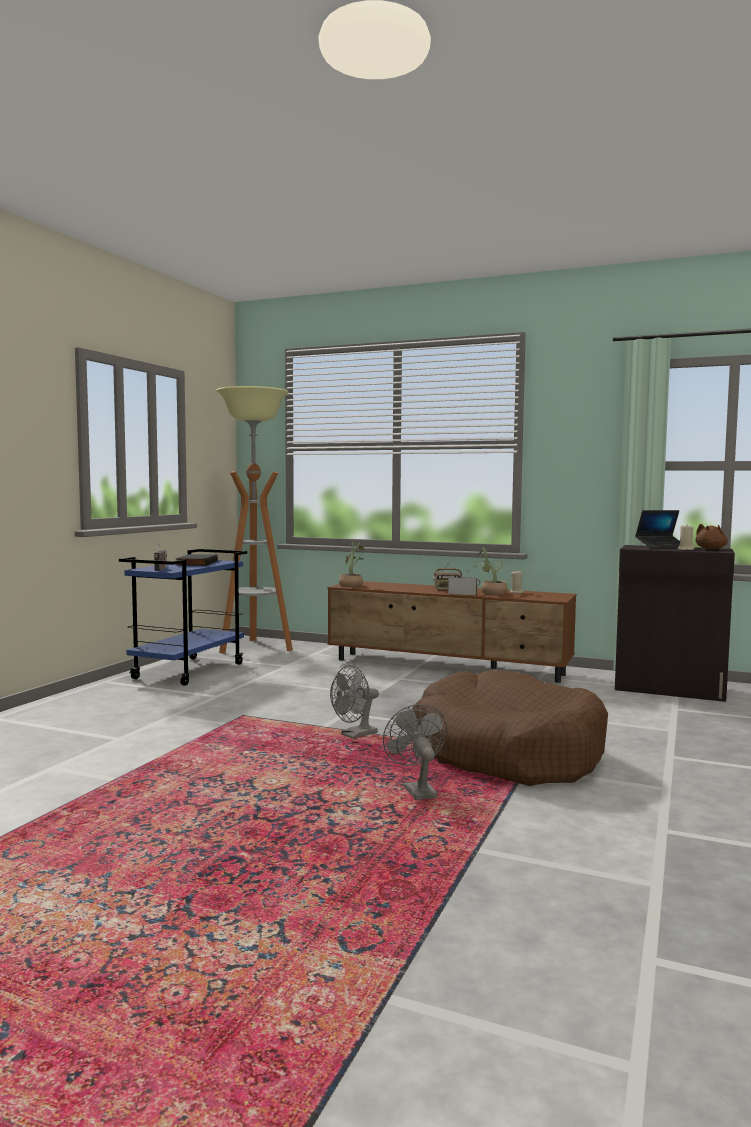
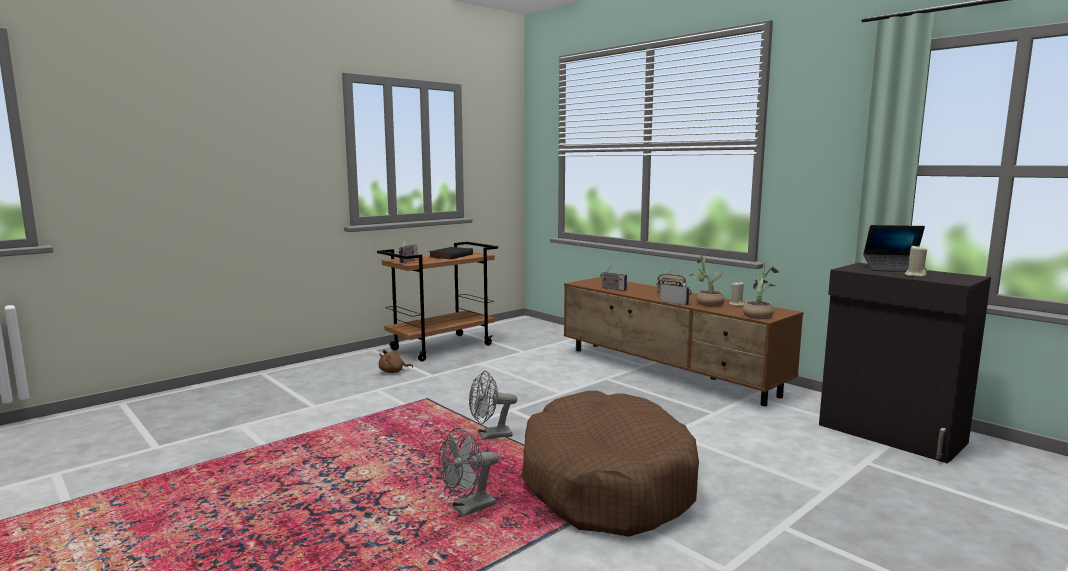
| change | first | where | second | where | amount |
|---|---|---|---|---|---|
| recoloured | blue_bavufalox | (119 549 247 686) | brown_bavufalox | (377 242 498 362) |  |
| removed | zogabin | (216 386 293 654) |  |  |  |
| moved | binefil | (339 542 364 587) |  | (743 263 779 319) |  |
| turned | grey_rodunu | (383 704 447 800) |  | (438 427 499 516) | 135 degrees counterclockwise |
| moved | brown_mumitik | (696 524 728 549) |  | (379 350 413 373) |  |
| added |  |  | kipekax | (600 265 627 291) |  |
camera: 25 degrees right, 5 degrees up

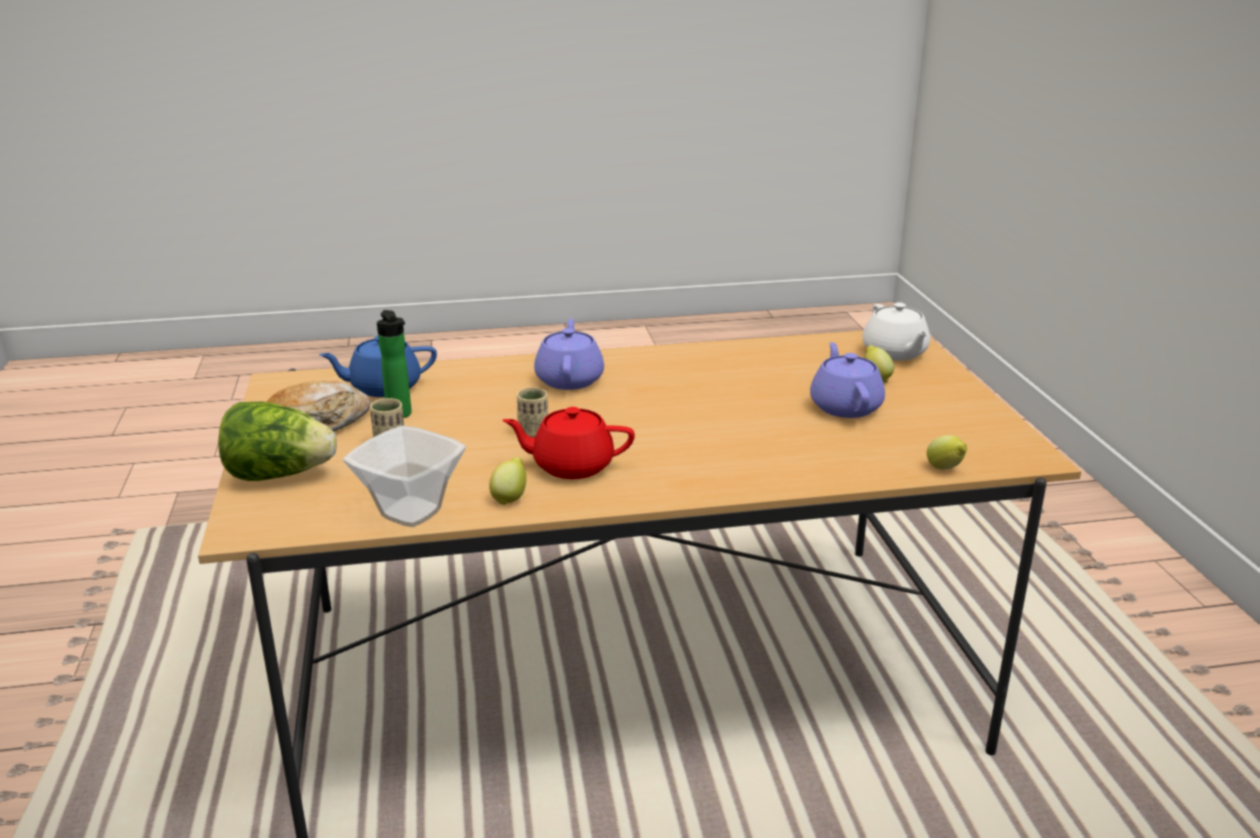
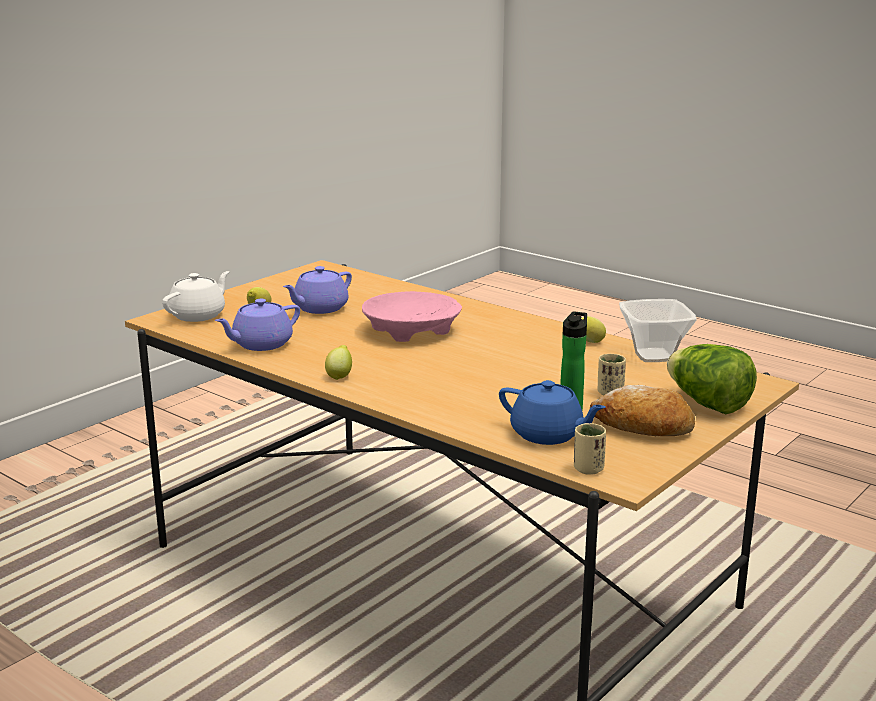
| change | first | where | second | where | amount |
|---|---|---|---|---|---|
| removed | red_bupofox | (502 407 635 479) |  |  |  |
| moved | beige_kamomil | (517 387 548 438) |  | (574 423 606 475) |  |
| moved | purple_bupofox | (534 319 604 390) |  | (215 298 300 351) |  |
| moved | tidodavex | (927 435 967 470) |  | (325 345 352 380) |  |
| added |  |  | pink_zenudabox | (362 291 462 342) |  |
camera: 130 degrees left, 5 degrees down

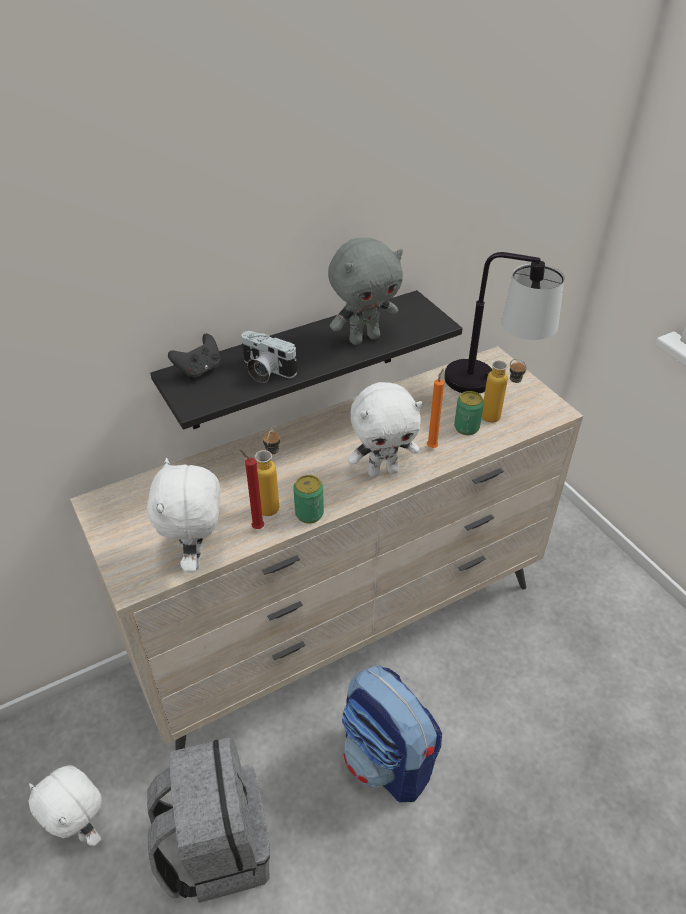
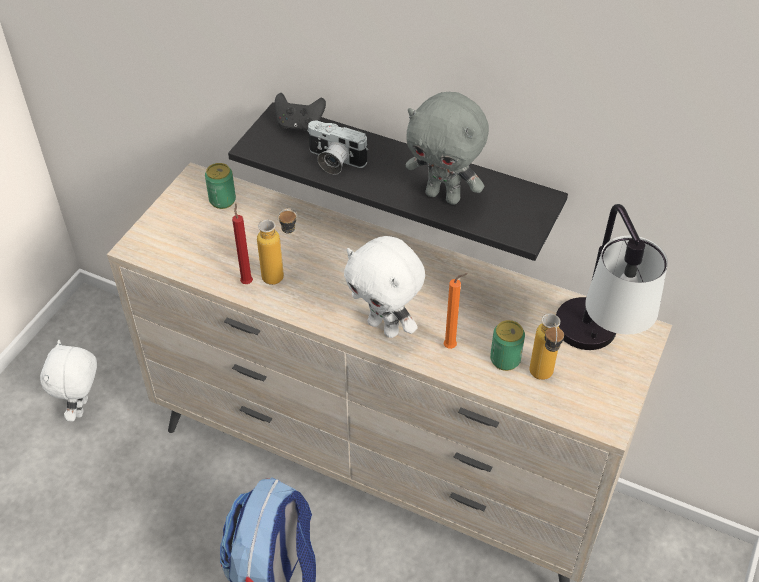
| change | first | where | second | where | amount |
|---|---|---|---|---|---|
| removed | white_mumitik | (147 458 220 573) |  |  |  |
| removed | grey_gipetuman | (147 738 270 903) |  |  |  |
| turned | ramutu | (241 331 297 383) |  | (307 121 369 175) | 60 degrees counterclockwise |
| moved | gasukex | (293 475 324 524) |  | (205 163 236 209) |  |
camera: 55 degrees right, 5 degrees up

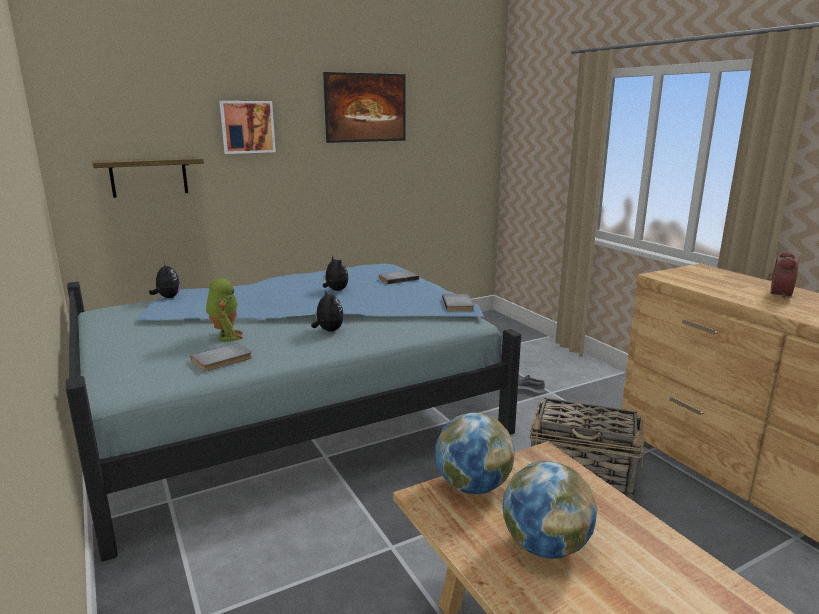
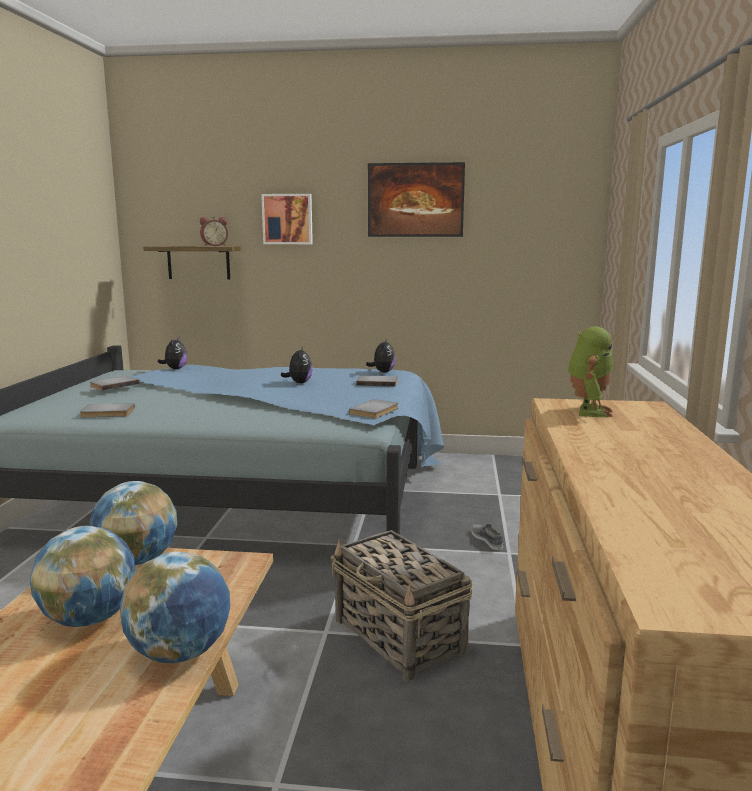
| change | first | where | second | where | amount |
|---|---|---|---|---|---|
| moved | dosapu | (206 278 243 342) |  | (568 327 613 417) |  |
| moved | mumitik | (311 290 344 332) |  | (366 339 395 372) |  |
| moved | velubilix | (768 251 799 299) |  | (200 217 228 246) |  |
| added |  |  | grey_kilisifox | (90 376 140 391) |  |
| added |  |  | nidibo | (120 552 230 663) |  |
camera: 35 degrees right, 5 degrees down

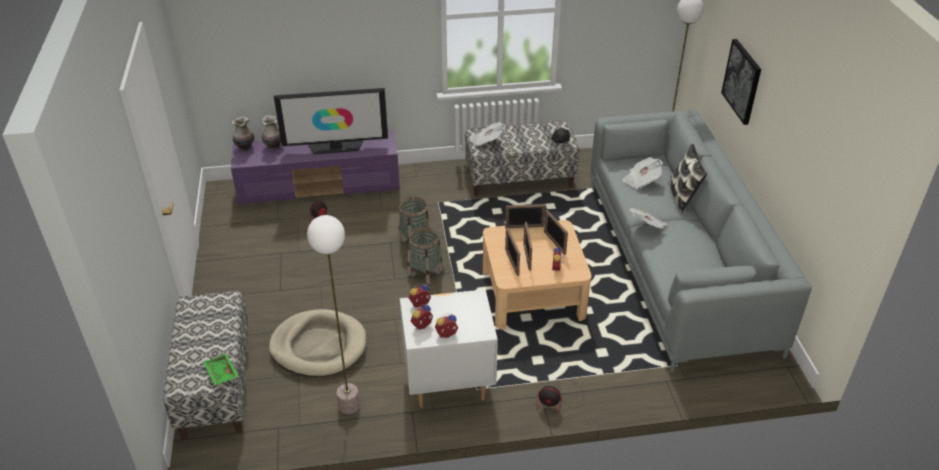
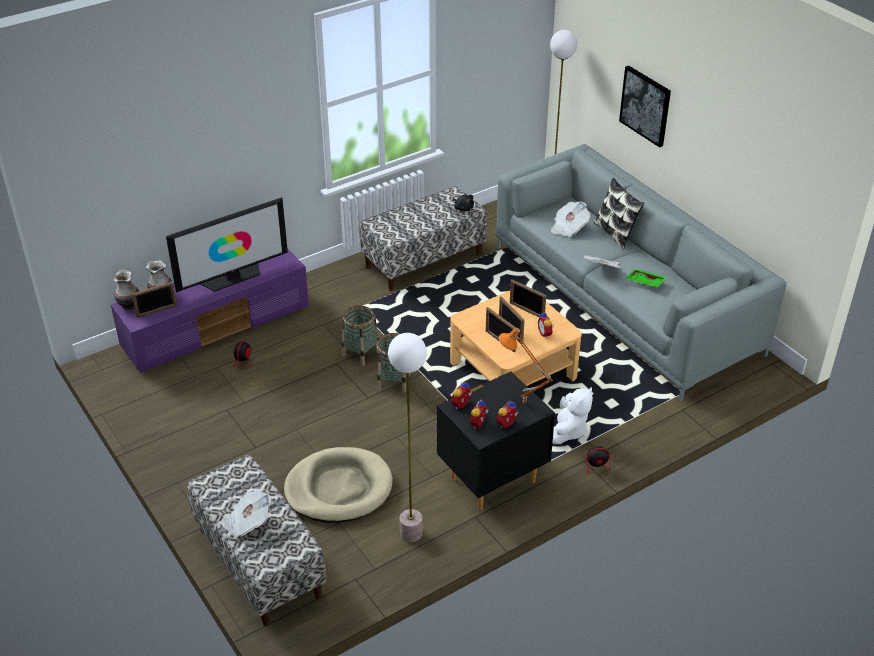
| change | first | where | second | where | amount |
|---|---|---|---|---|---|
| moved | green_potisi | (203 353 239 385) |  | (625 269 667 288) |  |
| recoloured | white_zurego | (400 289 498 408) | black_zurego | (437 371 555 511) |  |
| moved | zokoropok | (471 122 505 147) |  | (221 489 271 539) |  |
| moved | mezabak | (505 204 546 228) |  | (132 282 177 318) |  |
| added |  |  | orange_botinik | (499 328 553 404) |  |
| added |  |  | white_mumitik | (552 387 593 444) |  |
camera: 25 degrees left, 0 degrees up

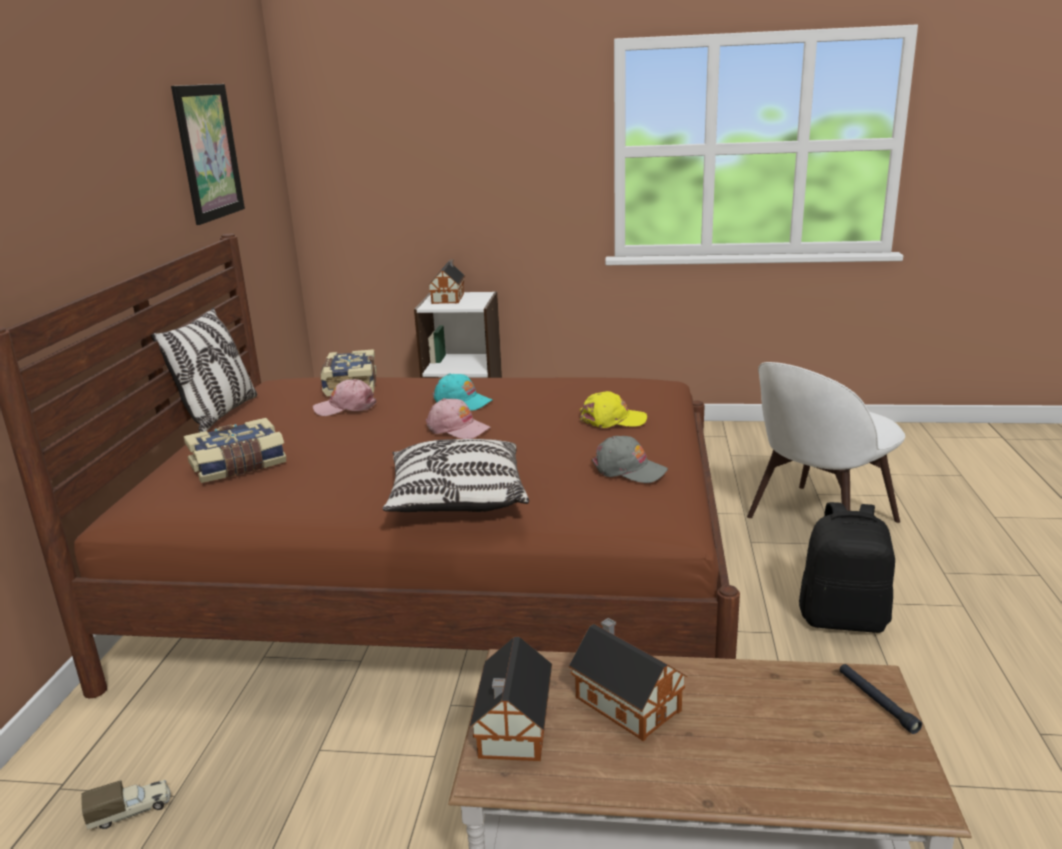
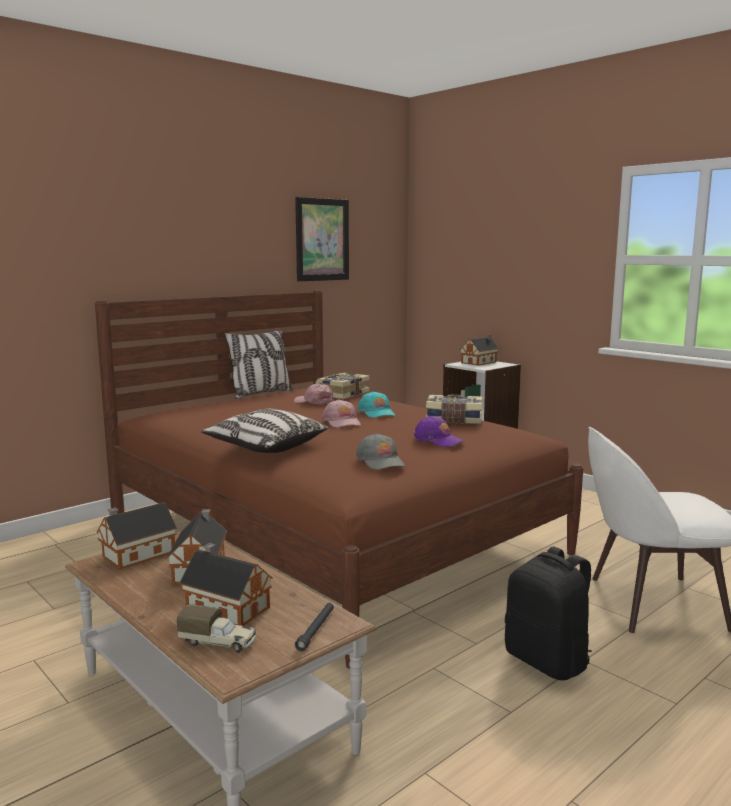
| change | first | where | second | where | amount |
|---|---|---|---|---|---|
| moved | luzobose | (81 780 171 830) |  | (177 604 256 653) |  |
| moved | kilisifox | (184 418 286 483) |  | (426 394 482 424) |  |
| recoloured | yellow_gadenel | (580 391 647 428) | purple_gadenel | (413 416 464 447) |  |
| added |  |  | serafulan | (179 543 273 626) |  |
camera: 40 degrees right, 10 degrees down

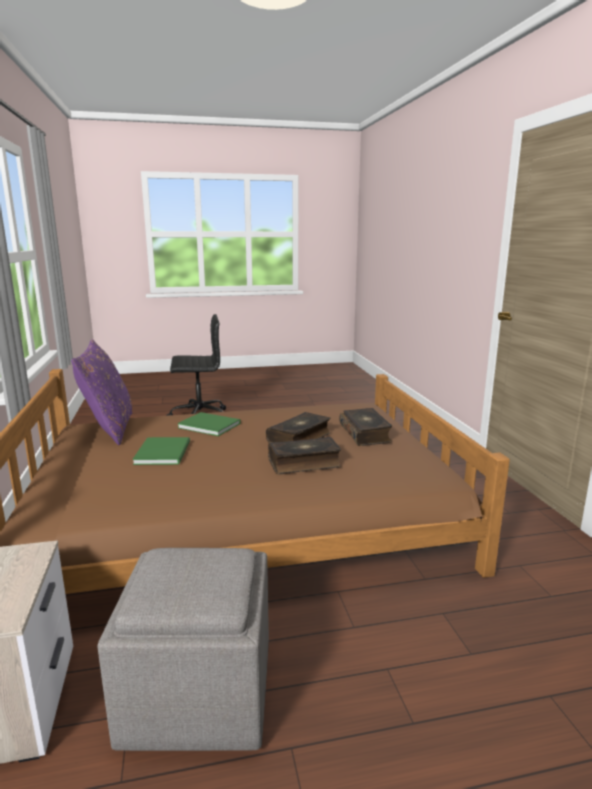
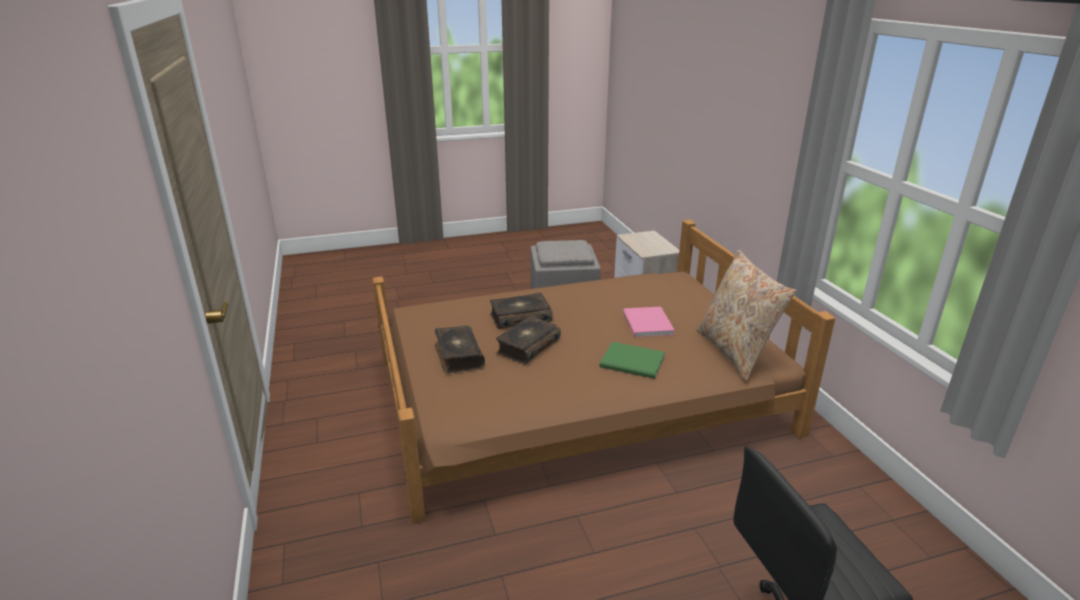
| change | first | where | second | where | amount |
|---|---|---|---|---|---|
| recoloured | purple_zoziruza | (71 339 132 445) | beige_zoziruza | (697 250 796 381) |  |
| recoloured | green_kilisifox | (132 437 190 465) | pink_kilisifox | (623 307 675 337) |  |
camera: 175 degrees right, 10 degrees up

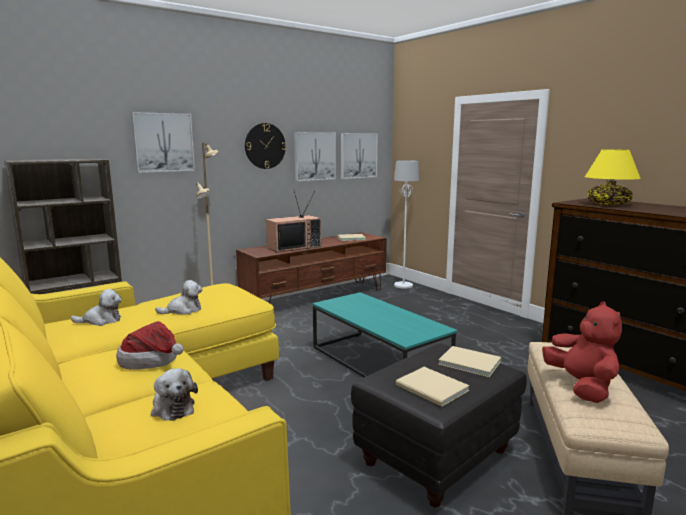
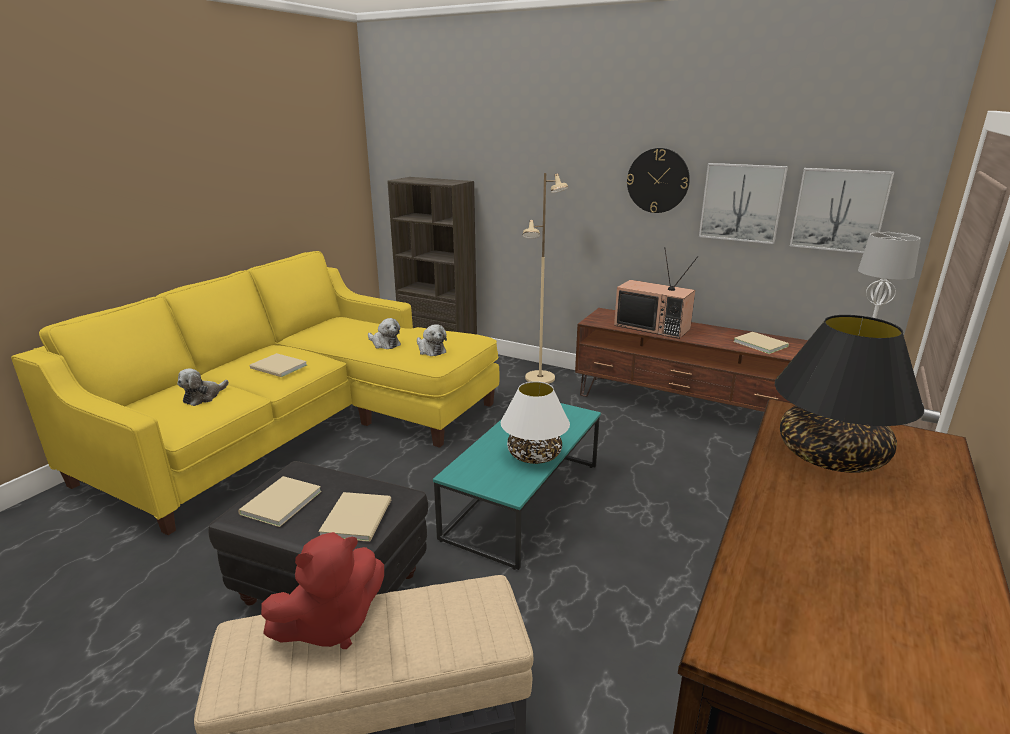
| change | first | where | second | where | amount |
|---|---|---|---|---|---|
| moved | mumitik | (70 289 122 326) |  | (417 324 447 356) |  |
| replaced | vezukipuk | (116 321 184 370) | beige_kilisifox | (250 353 307 377) |  |
| removed | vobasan | (131 112 195 173) |  |  |  |
| recoloured | yellow_botinik | (585 150 641 205) | black_botinik | (775 315 924 473) |  |
| added |  |  | white_botinik | (501 381 570 464) |  |
camera: 65 degrees right, 10 degrees up

